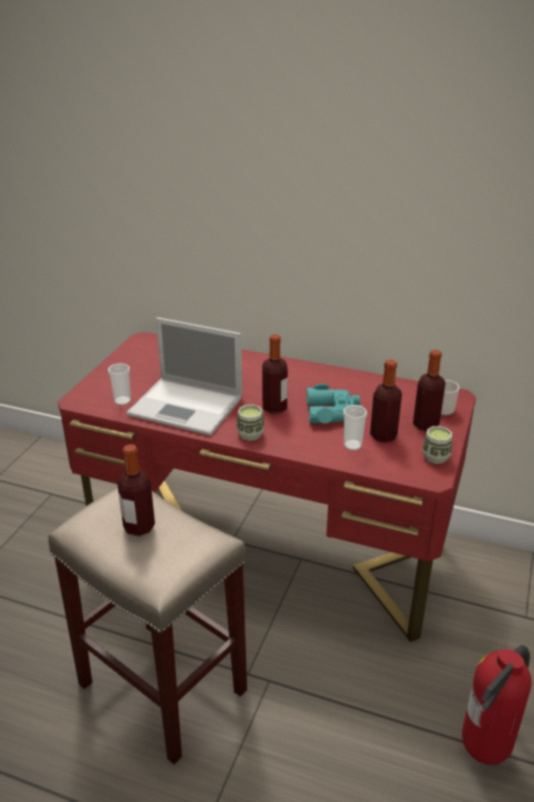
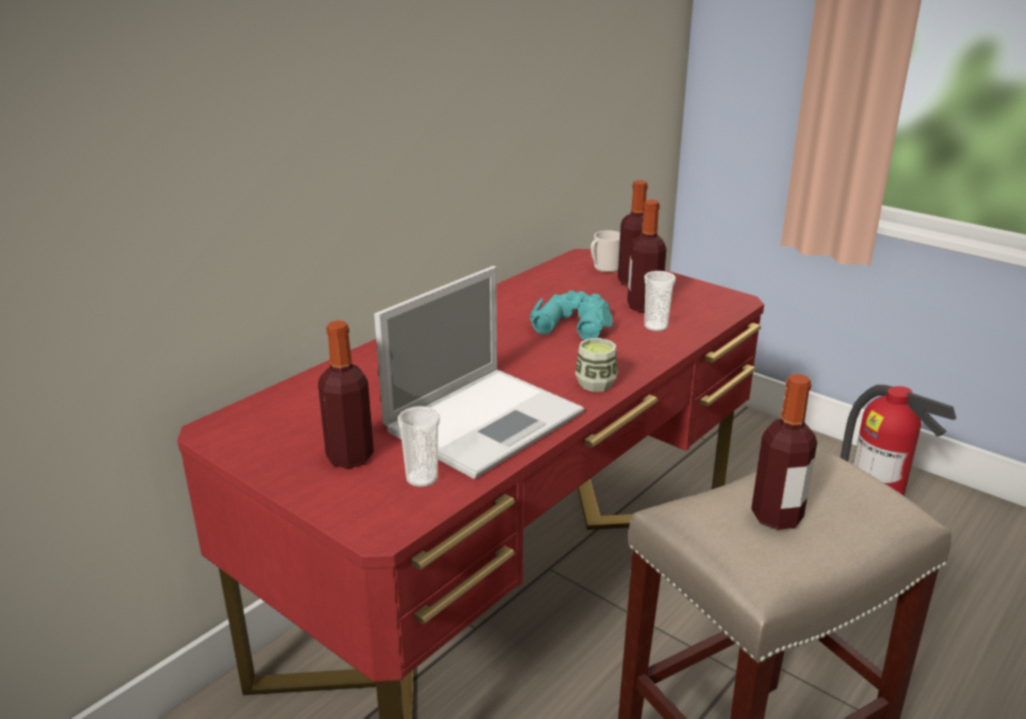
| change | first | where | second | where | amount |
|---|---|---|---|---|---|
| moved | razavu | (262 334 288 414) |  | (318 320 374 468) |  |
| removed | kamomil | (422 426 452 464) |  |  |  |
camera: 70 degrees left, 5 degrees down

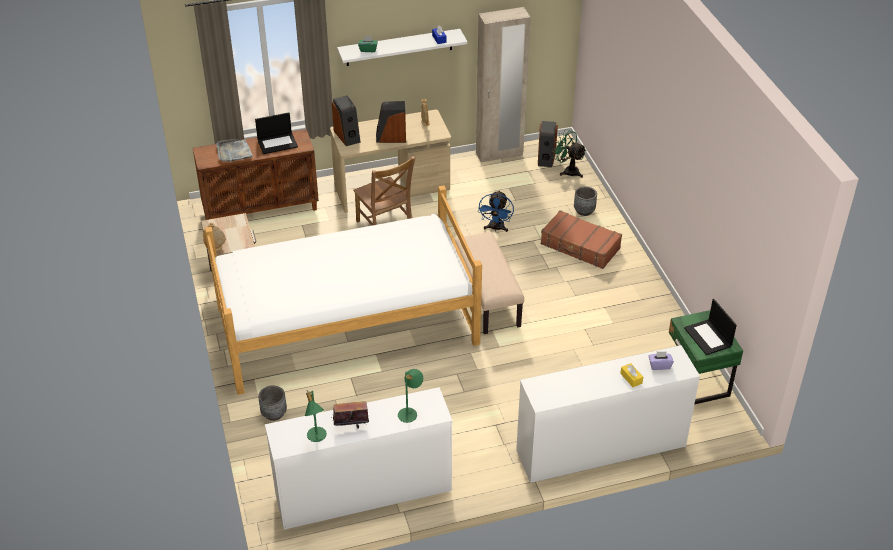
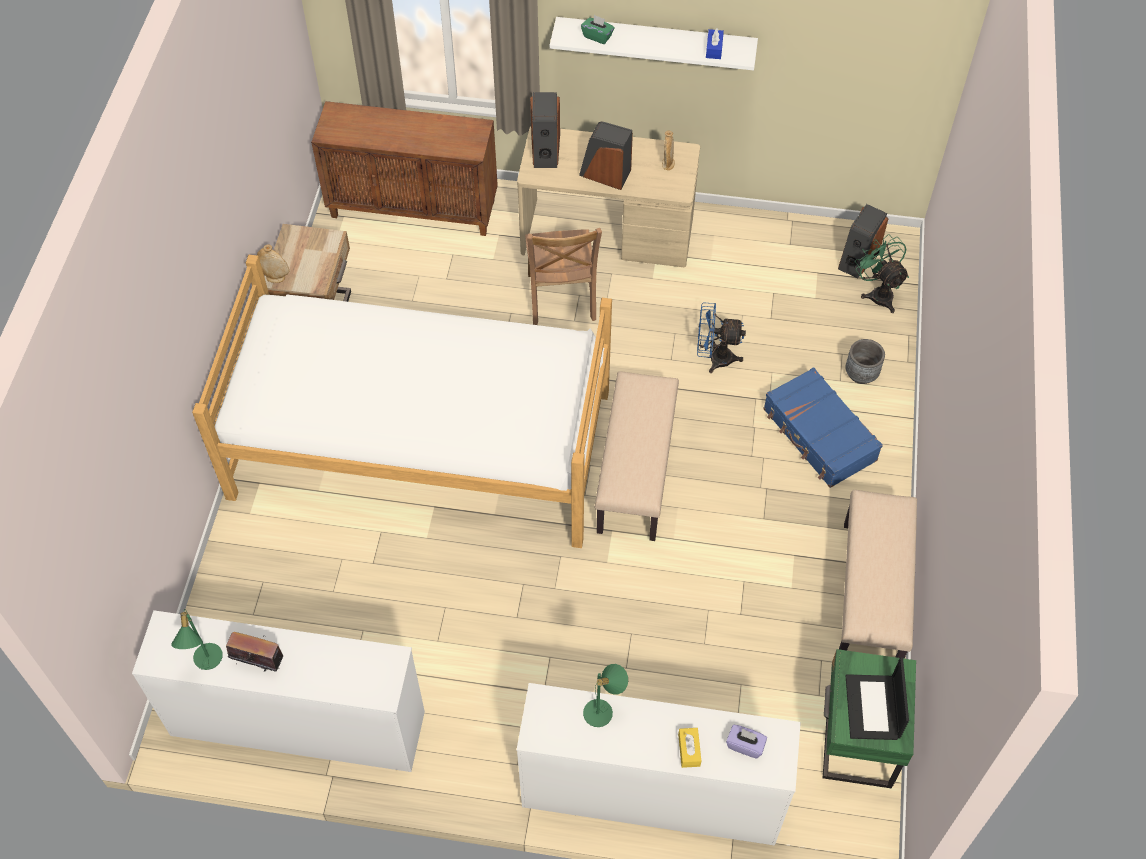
| change | first | where | second | where | amount |
|---|---|---|---|---|---|
| removed | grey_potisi | (216 139 253 162) |  |  |  |
| removed | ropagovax | (255 113 298 154) |  |  |  |
| removed | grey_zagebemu | (258 386 287 421) |  |  |  |
| moved | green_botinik | (398 369 423 423) |  | (583 664 628 727) |  |
| removed | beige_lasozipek | (476 7 530 163) |  |  |  |
| turned | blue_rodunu | (478 190 514 232) |  | (697 302 746 373) | 60 degrees clockwise |
| recoloured | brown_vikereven | (541 210 622 269) | blue_vikereven | (763 367 883 488) |  |
| added |  |  | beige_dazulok | (839 490 917 659) |  |
camera: 25 degrees right, 15 degrees up

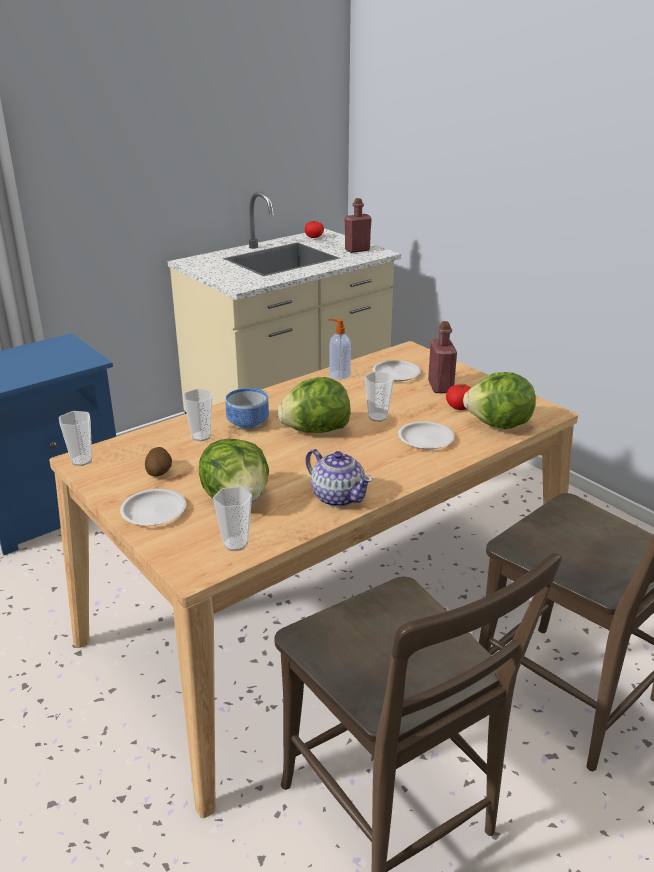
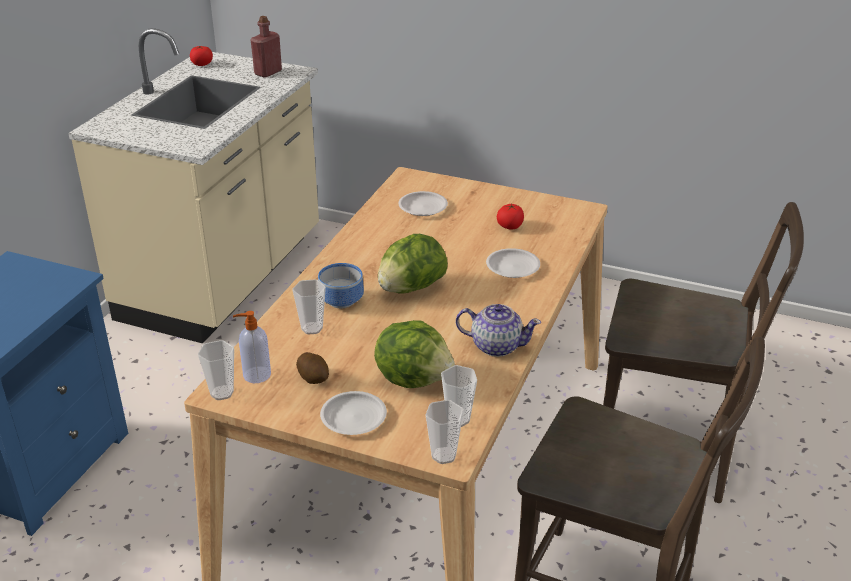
| change | first | where | second | where | amount |
|---|---|---|---|---|---|
| moved | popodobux | (328 319 351 379) |  | (233 311 271 383) |  |
| moved | kamomil | (364 371 394 422) |  | (425 400 464 464) |  |
| removed | red_razavu | (428 321 457 393) |  |  |  |
| removed | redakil | (463 372 536 429) |  |  |  |
camera: 30 degrees left, 5 degrees up

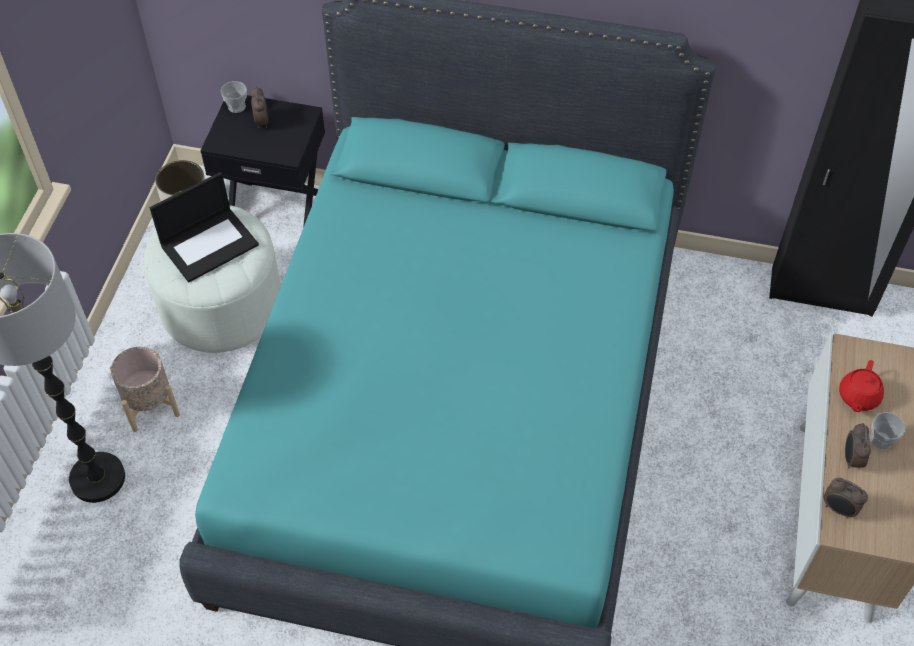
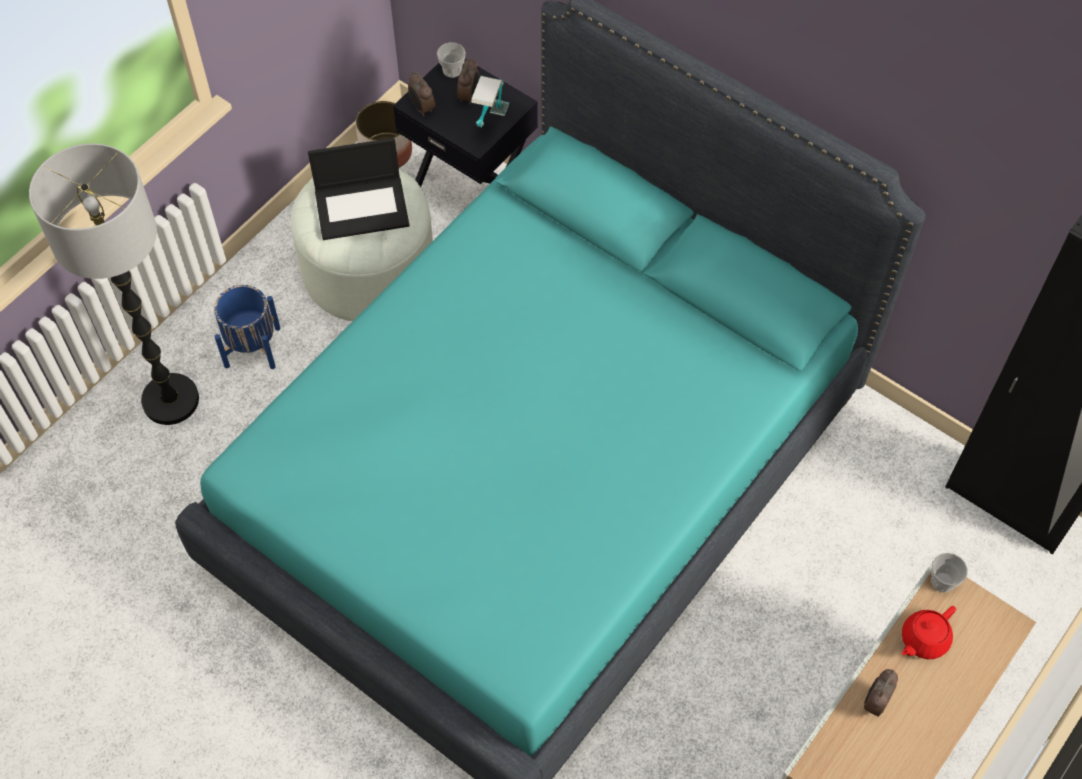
| change | first | where | second | where | amount |
|---|---|---|---|---|---|
| recoloured | beige_zagebemu | (110 347 180 432) | blue_zagebemu | (214 285 280 369) |  |
| moved | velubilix | (824 478 868 519) |  | (408 71 435 117) |  |
| moved | kamomil | (871 412 905 449) |  | (931 553 968 593) |  |
| added |  |  | botinik | (471 76 509 127) |  |
camera: 25 degrees right, 5 degrees up

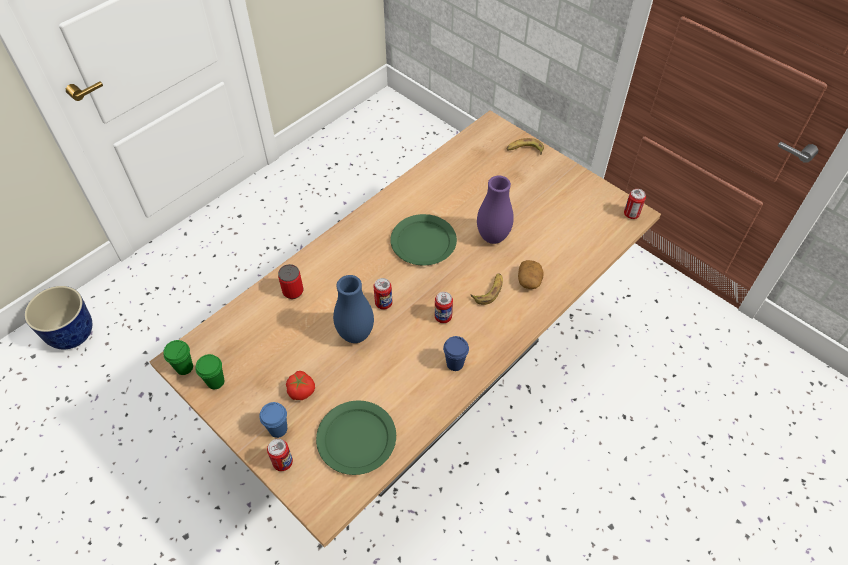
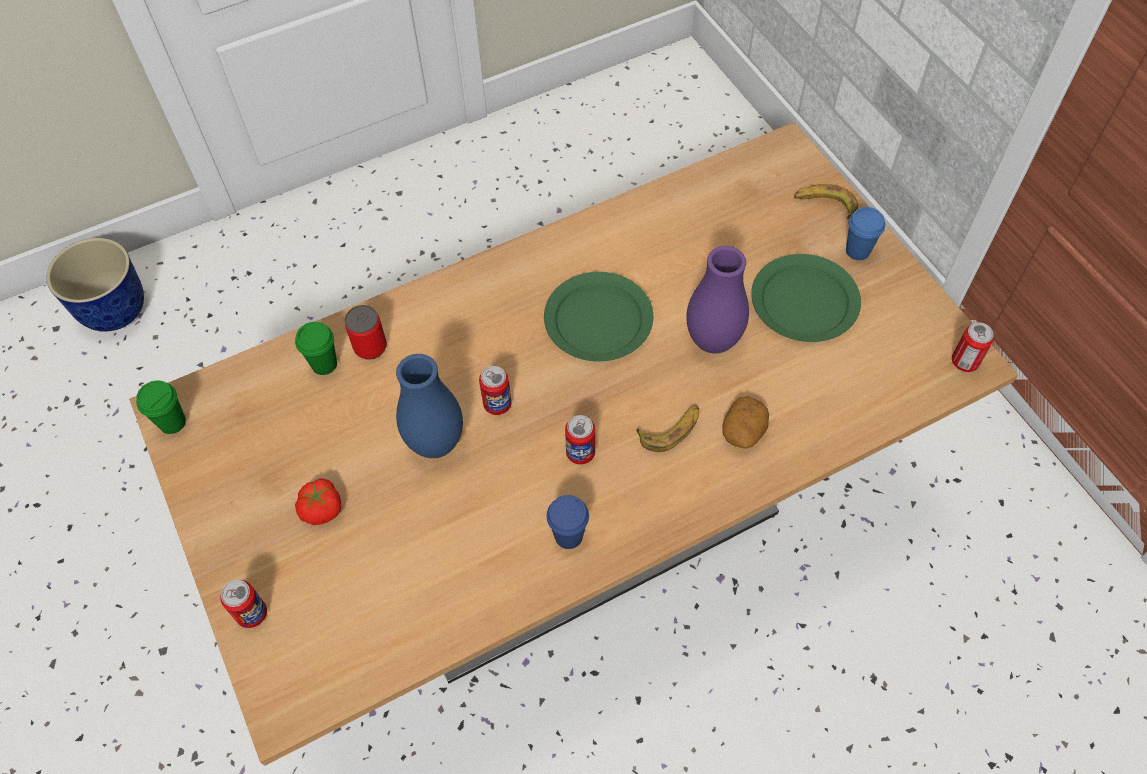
| change | first | where | second | where | amount |
|---|---|---|---|---|---|
| moved | green_kamomil | (195 354 224 389) |  | (295 322 337 375) |  |
| moved | blue_kamomil | (259 402 287 438) |  | (846 207 885 260) |  |
| moved | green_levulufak | (316 400 396 475) |  | (751 254 861 342) |  |
camera: 20 degrees right, 5 degrees up

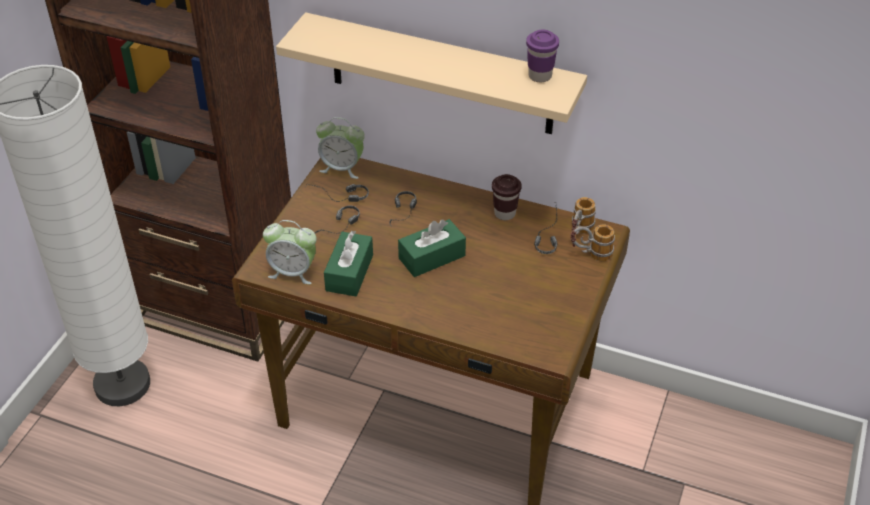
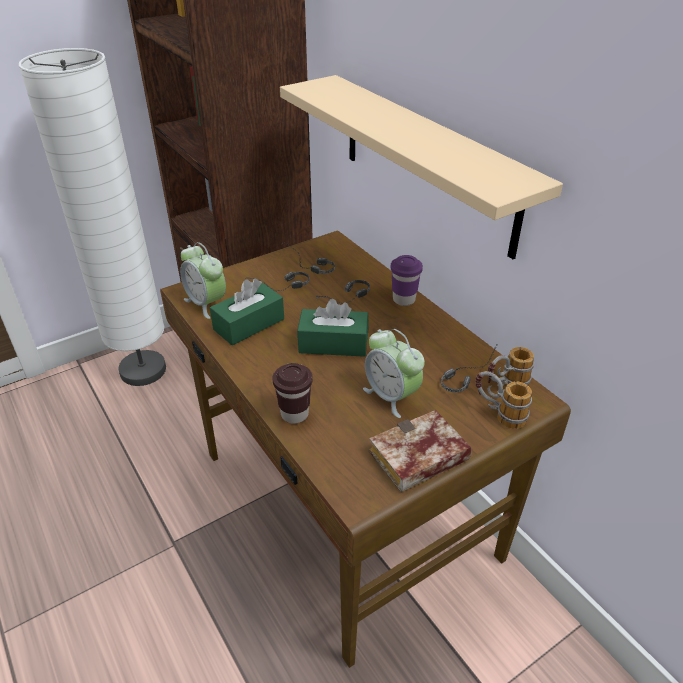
| change | first | where | second | where | amount |
|---|---|---|---|---|---|
| moved | velubilix | (316 117 365 179) |  | (363 329 425 418) |  |
| moved | brown_kamomil | (492 174 522 220) |  | (272 363 313 424) |  |
| moved | purple_kamomil | (526 29 559 82) |  | (391 255 423 306) |  |
| added |  |  | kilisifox | (369 410 472 492) |  |
camera: 35 degrees right, 5 degrees down

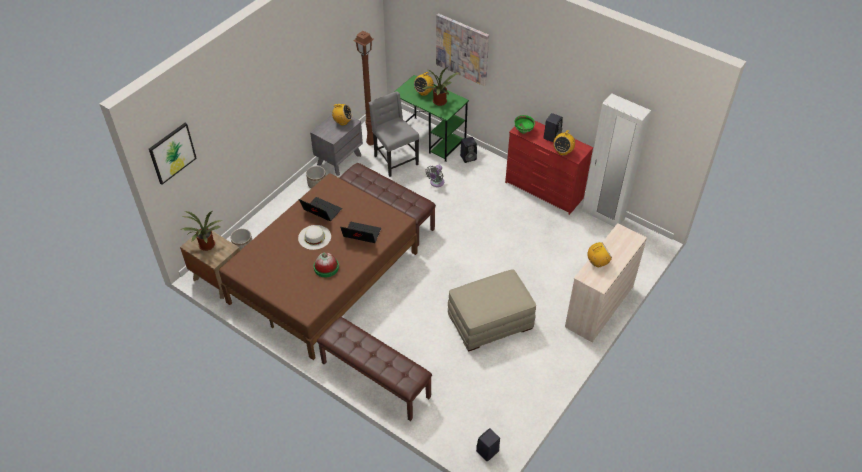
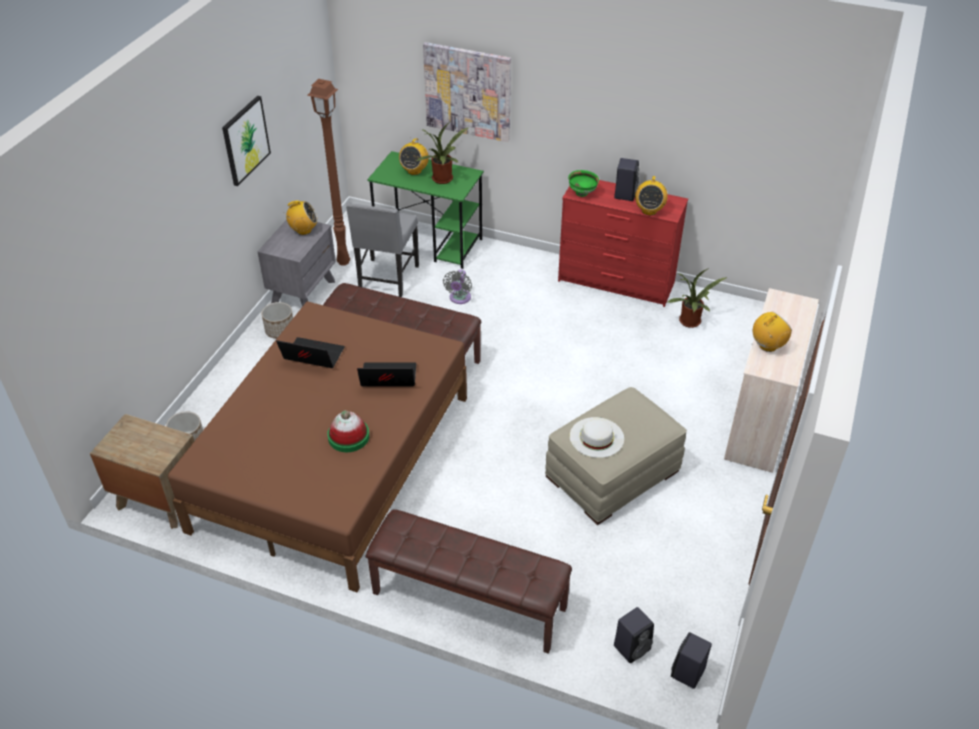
| change | first | where | second | where | amount |
|---|---|---|---|---|---|
| moved | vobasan | (149 123 197 185) |  | (222 96 271 186) |  |
| moved | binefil | (181 211 222 251) |  | (668 268 728 328) |  |
| moved | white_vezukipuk | (298 225 331 250) |  | (570 417 624 458) |  |
| turned | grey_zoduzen | (369 91 419 177) |  | (346 202 419 297) | 120 degrees counterclockwise |
| moved | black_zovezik | (460 137 477 163) |  | (614 607 654 663) |  |
| removed | white_lasozipek | (582 93 651 227) |  |  |  |
camera: 15 degrees left, 5 degrees down

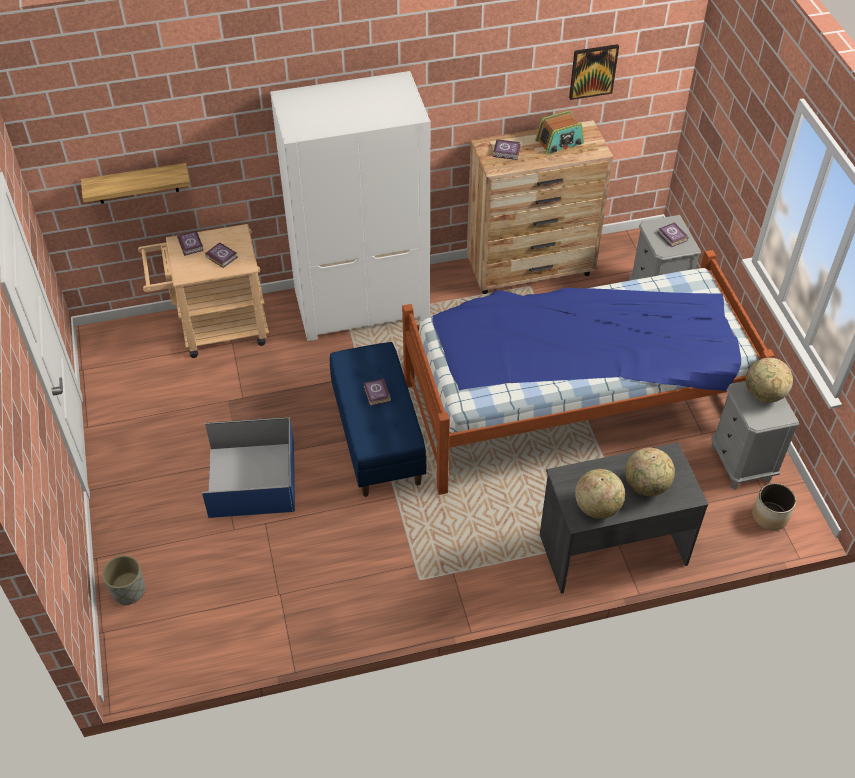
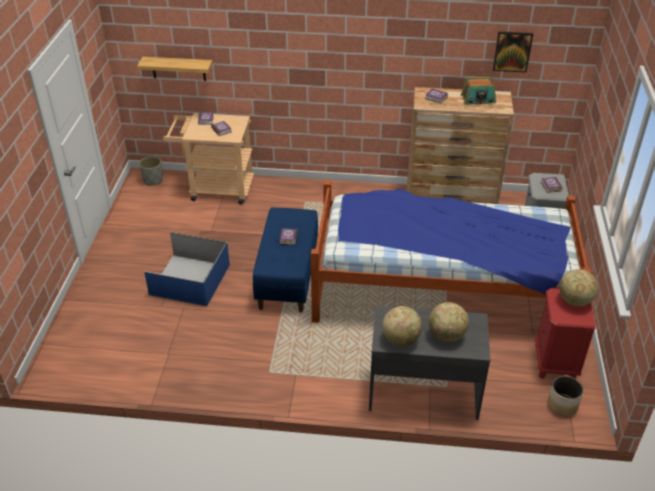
| change | first | where | second | where | amount |
|---|---|---|---|---|---|
| moved | grey_zagebemu | (102 555 145 605) |  | (139 156 163 186) |  |
| removed | white_lasozipek | (270 71 430 341) |  |  |  |
| recoloured | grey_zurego | (711 381 799 490) | red_zurego | (535 288 596 379) |  |
camera: 20 degrees right, 10 degrees down

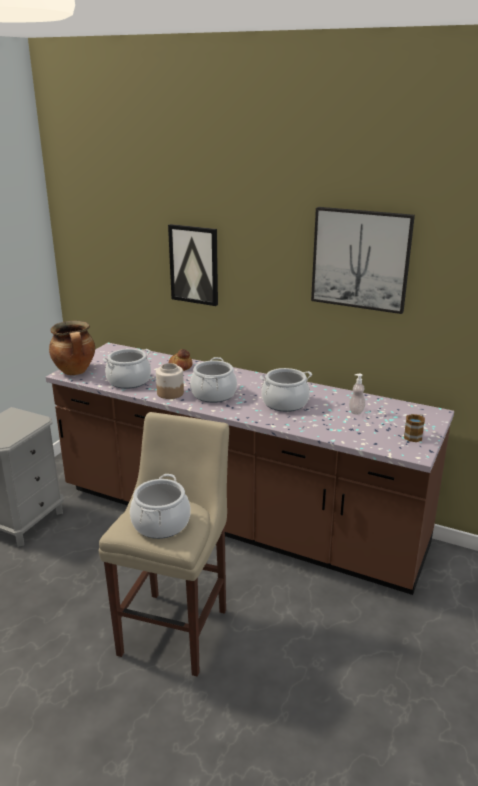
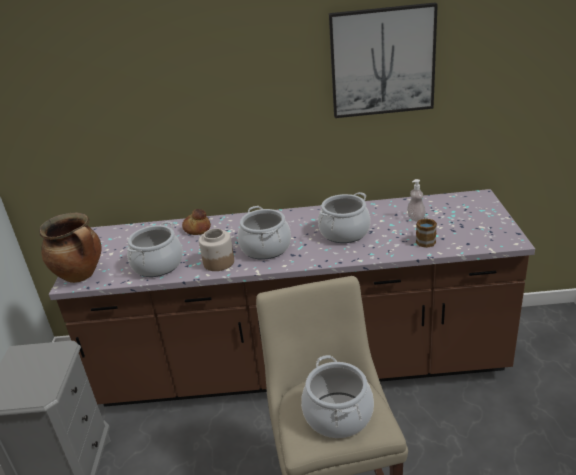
| change | first | where | second | where | amount |
|---|---|---|---|---|---|
| removed | vobasan | (168 224 218 306) |  |  |  |
| moved | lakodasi | (404 414 425 442) |  | (416 217 437 248) |  |
camera: 25 degrees left, 5 degrees up

